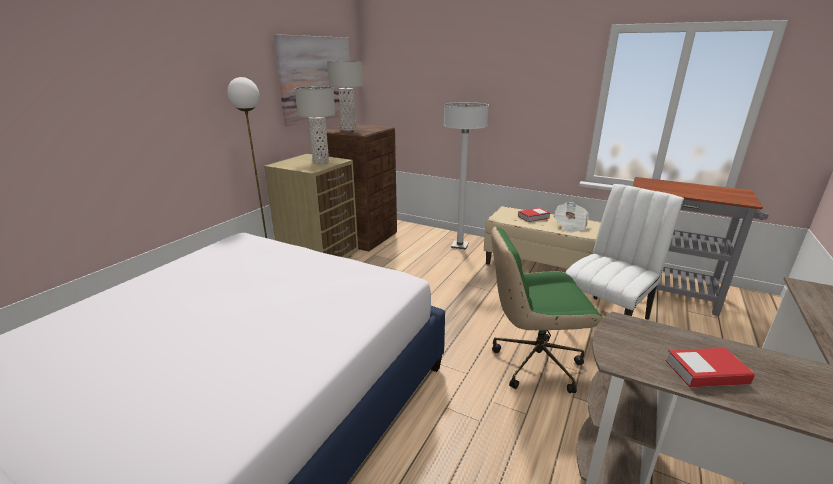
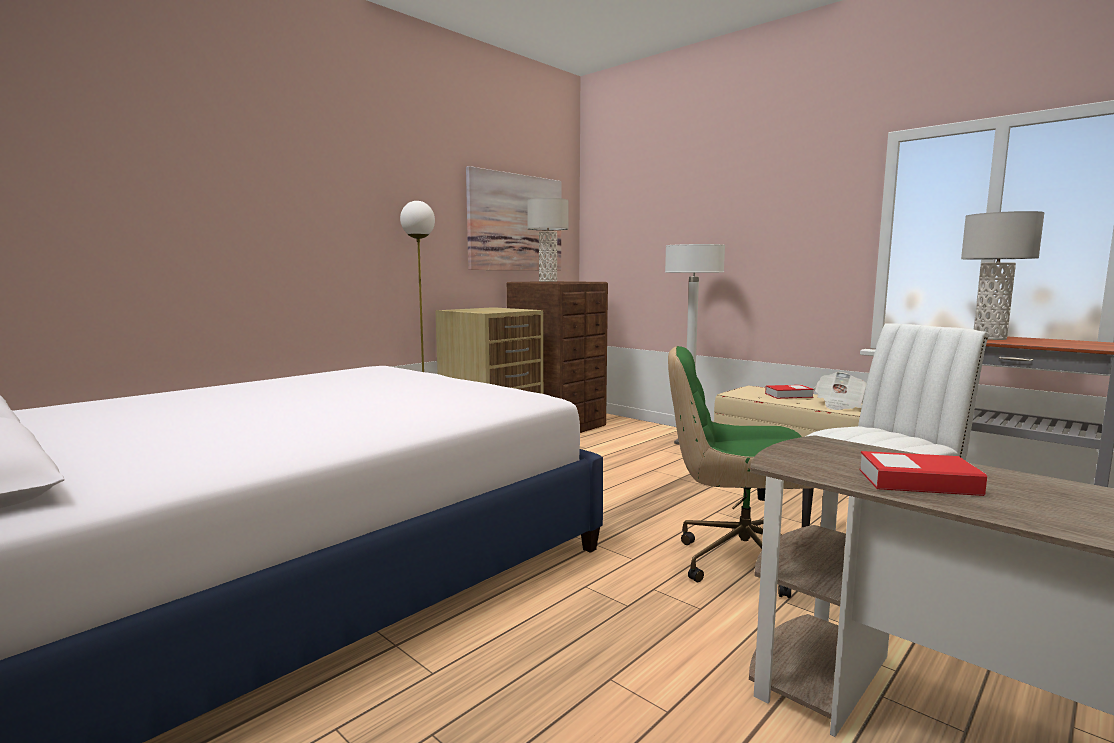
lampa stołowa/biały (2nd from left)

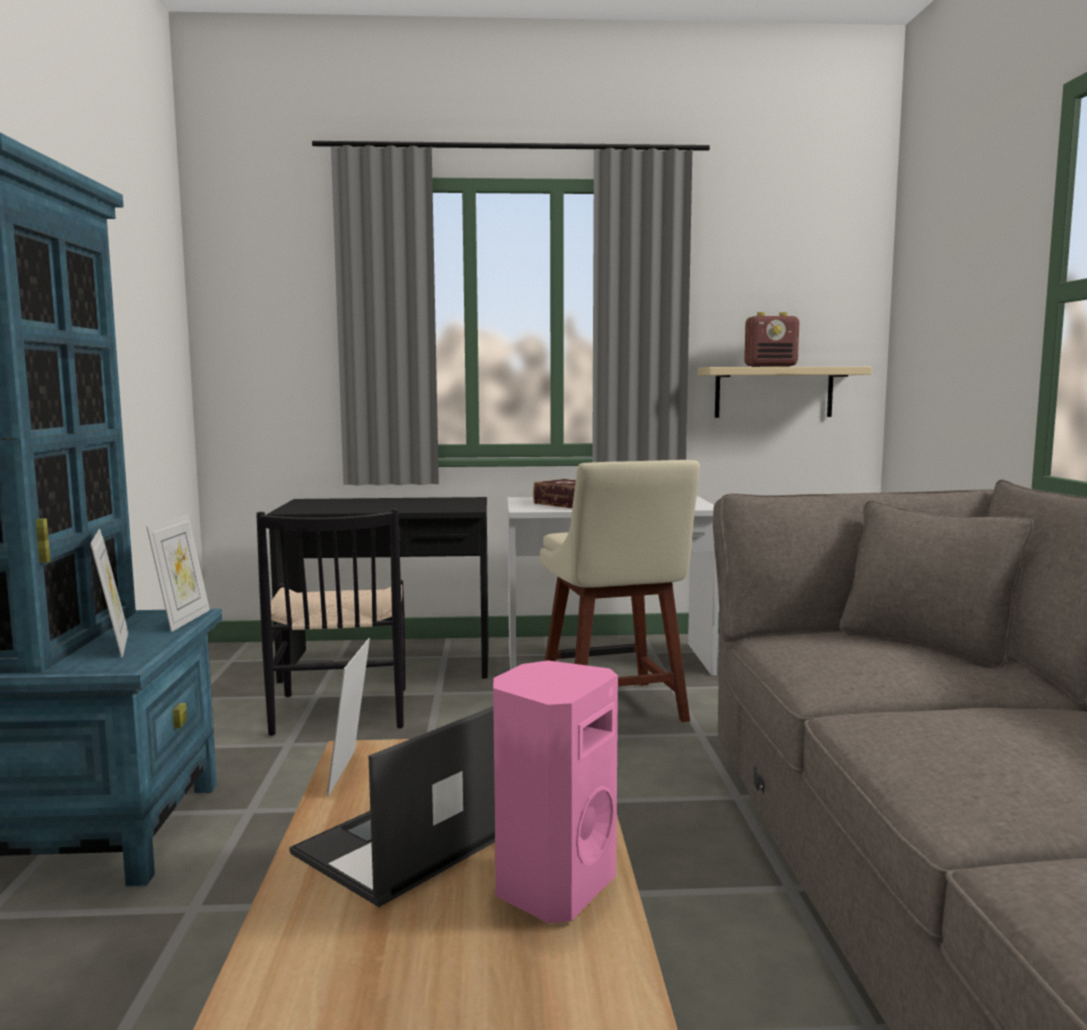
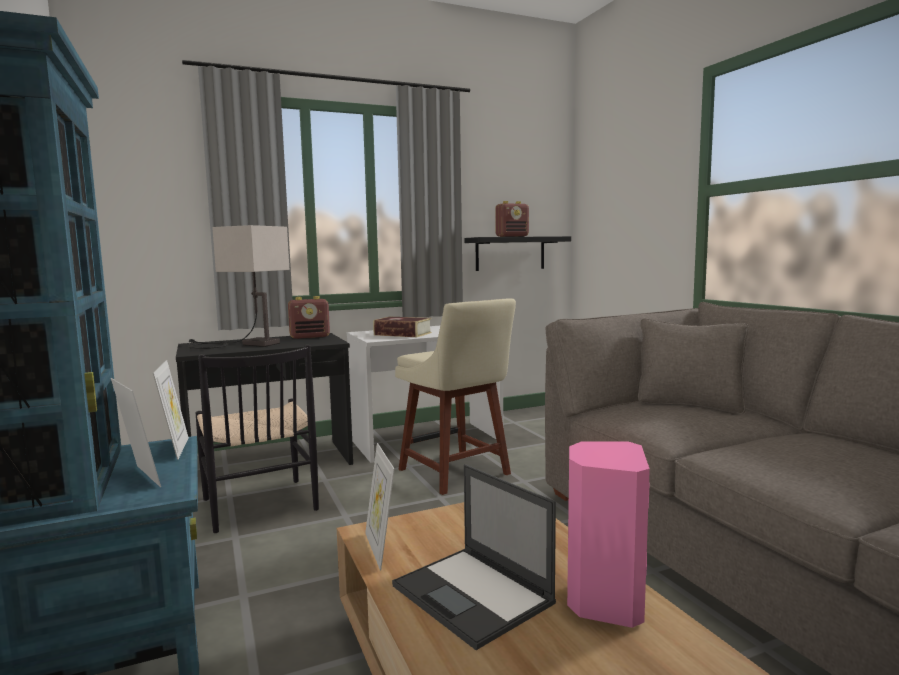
lampa stołowa
radio (1st from left)
półka/czarny
laptop

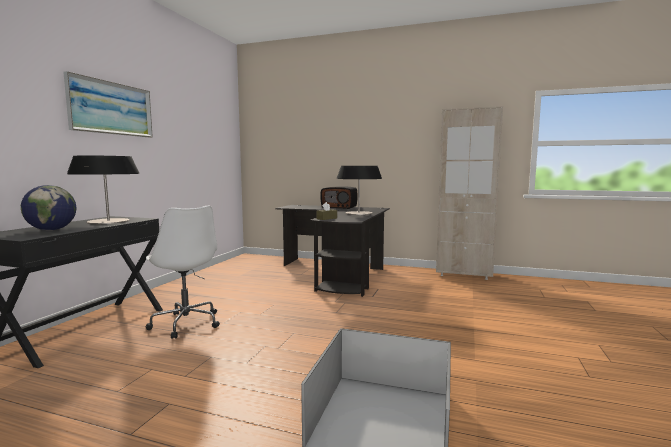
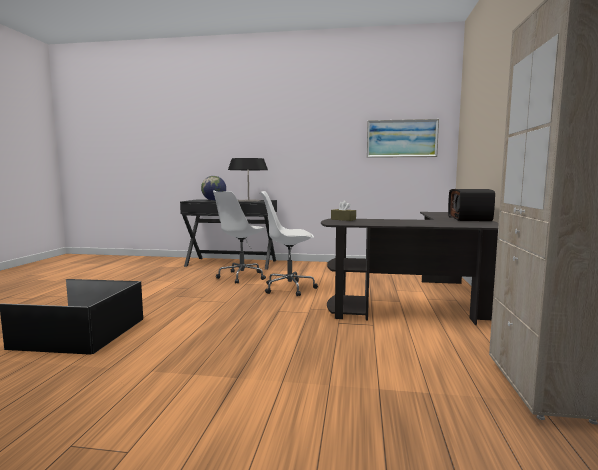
lampa stołowa (2nd from left in the first image)
krzesło biurowe/biały (2nd from left)
obraz

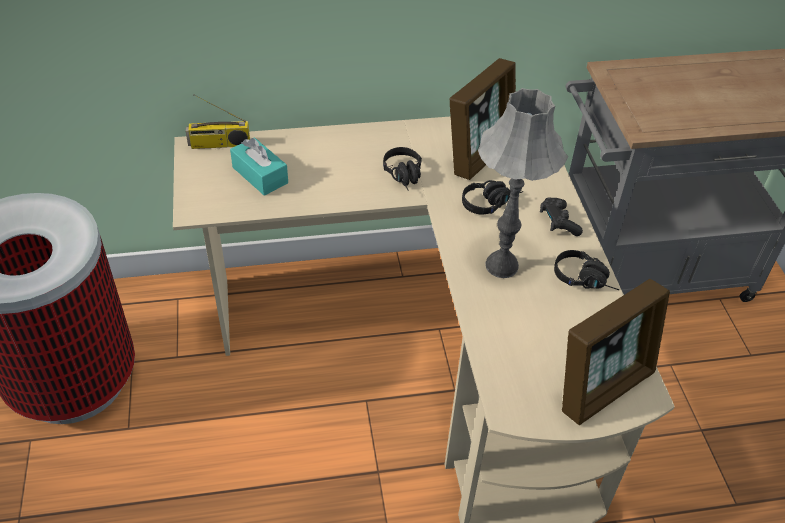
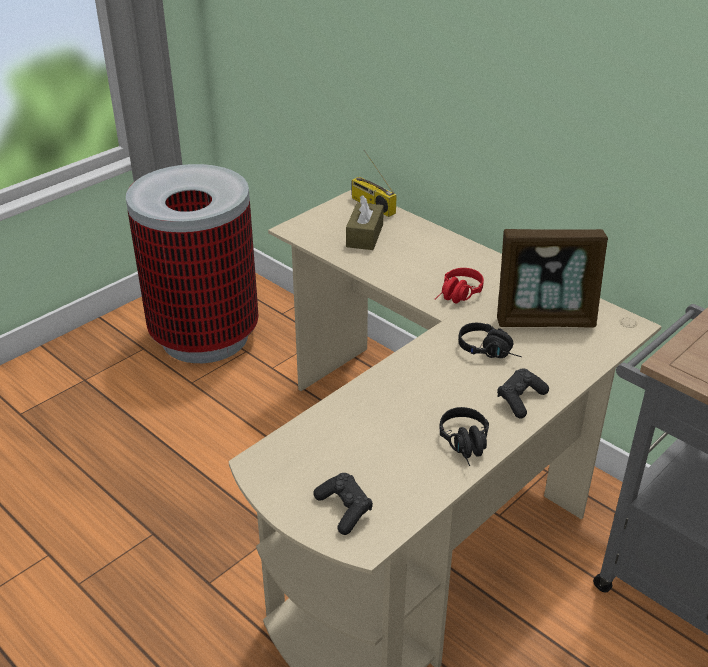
lampa stołowa/szary
pad do gier/czarny (1st from left)
pudełko chusteczek/brązowy
słuchawki/czerwony

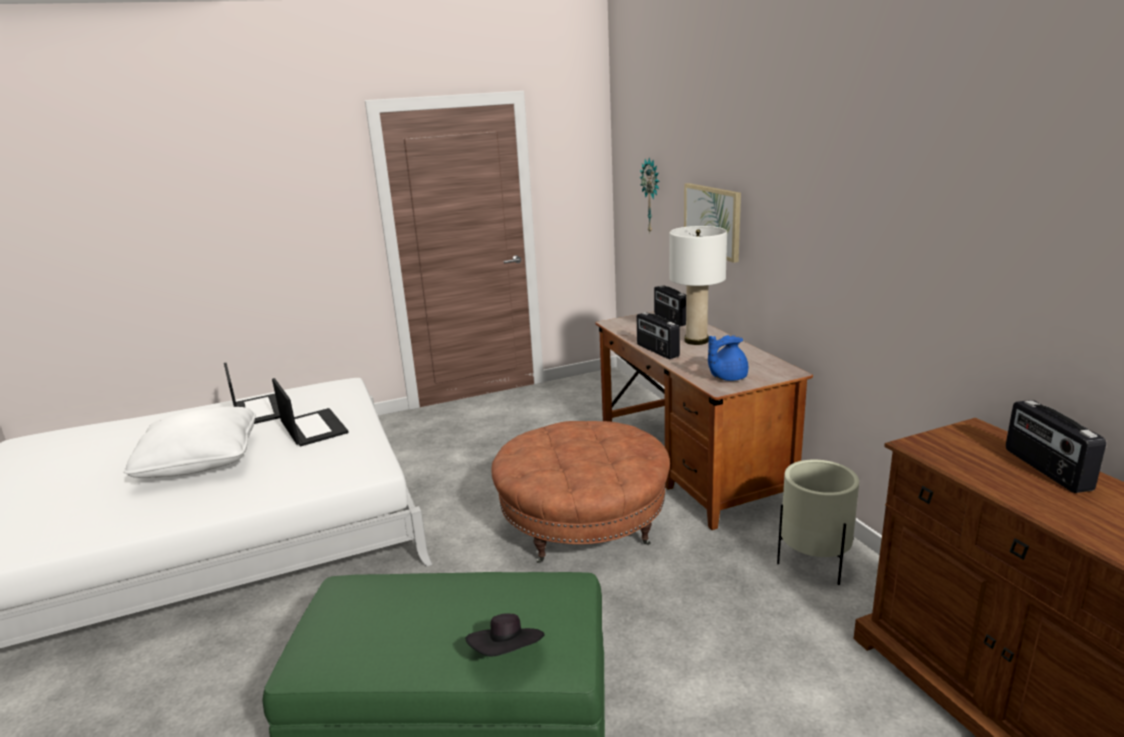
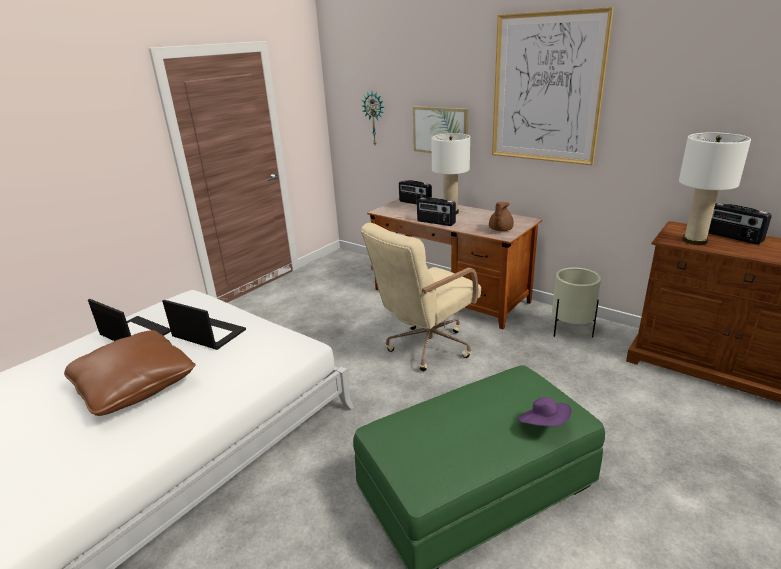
obraz (2nd from left)
lampa stołowa/biały (2nd from left)
krzesło biurowe/beżowy
poduszka/brązowy
kapelusz/fioletowy
imbryk/brązowy

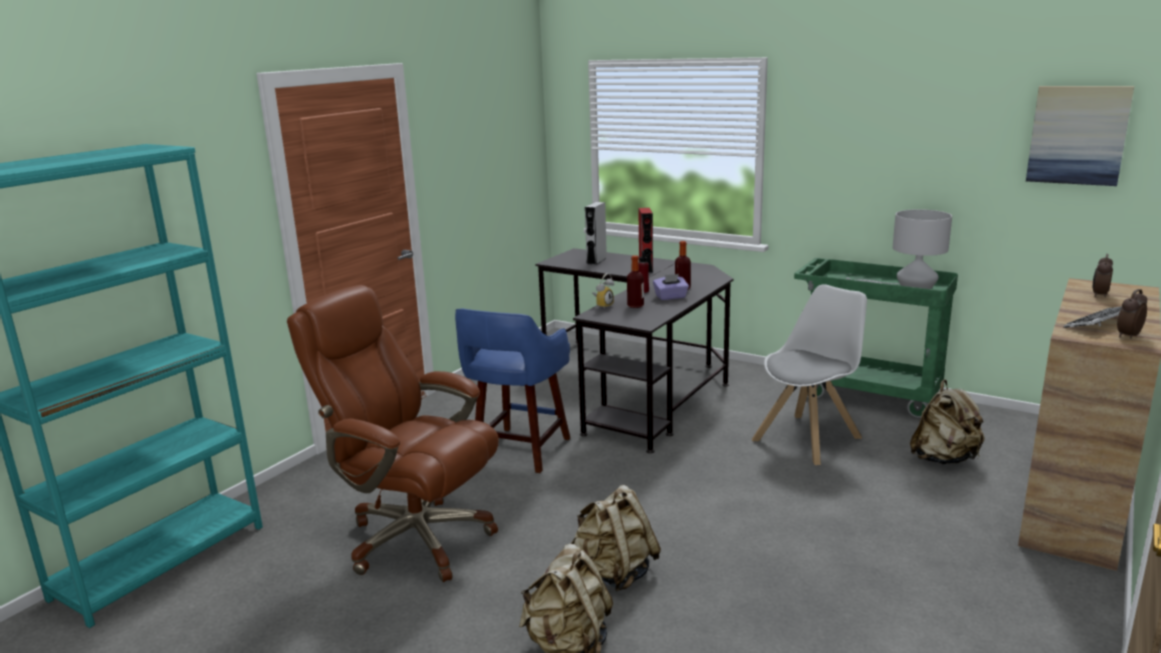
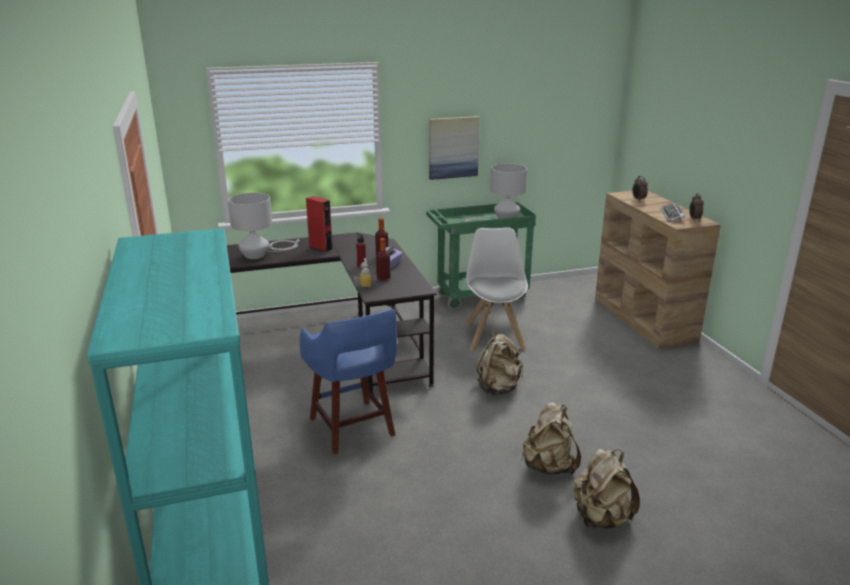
krzesło biurowe/brązowy
plecak/beżowy (1st from left)
obraz
lampa stołowa/szary (1st from left)

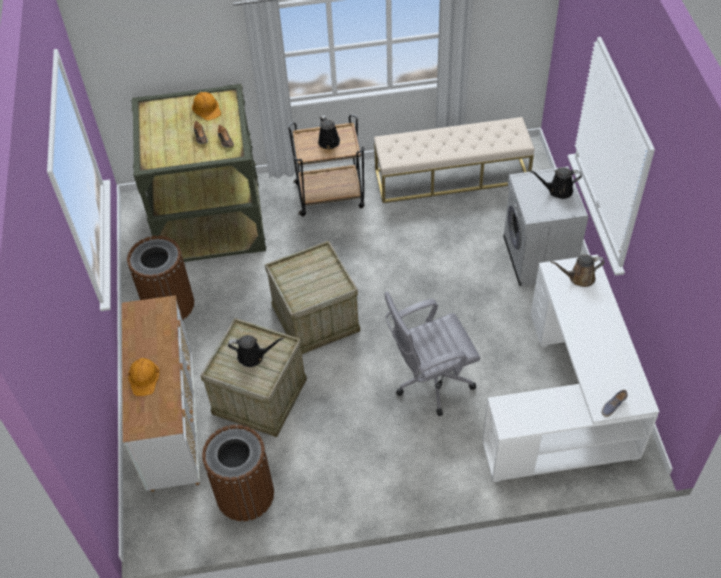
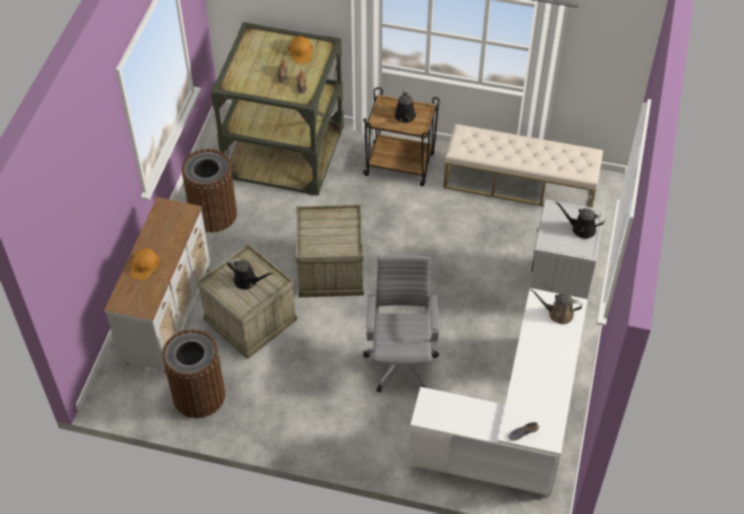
krzesło biurowe/szary

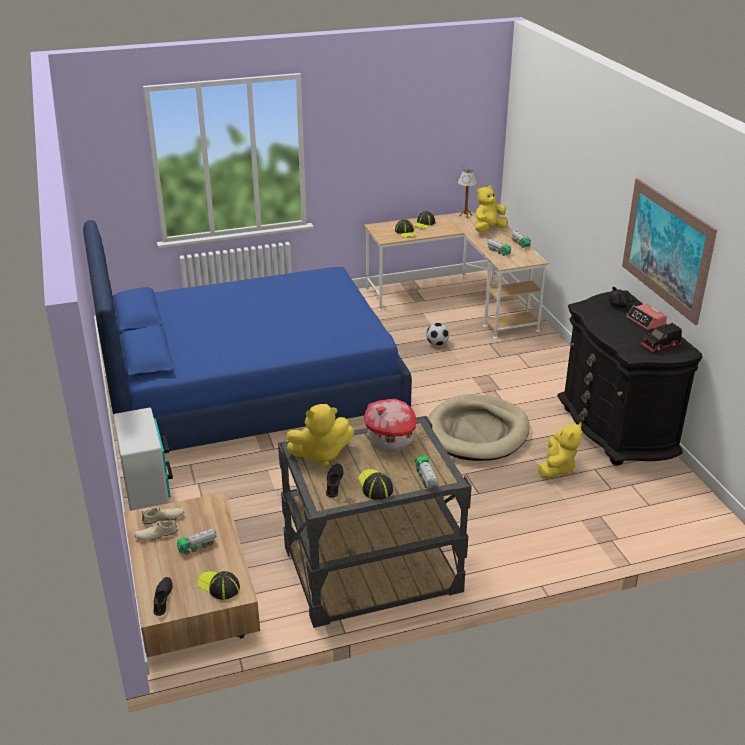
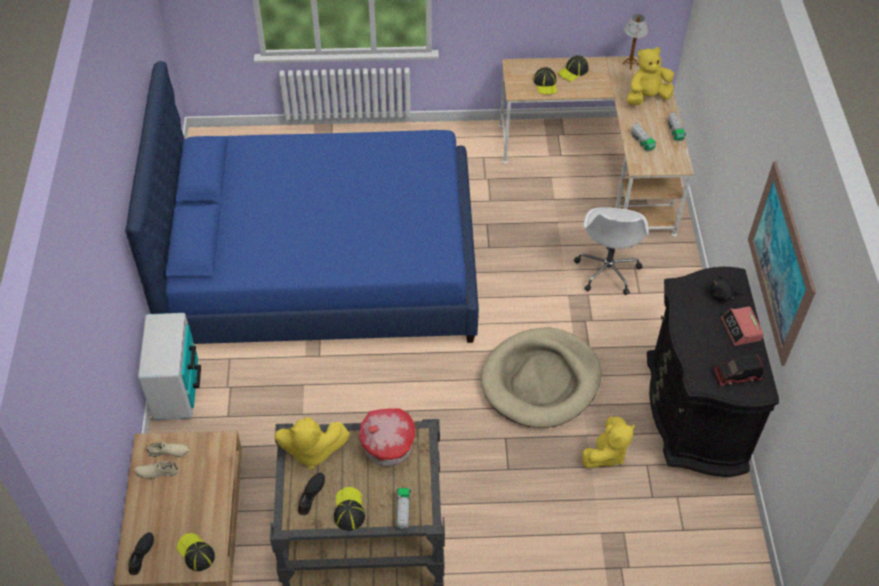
ciężarówka zabawkowa (1st from left in the first image)
piłka futbolowa
krzesło biurowe/biały

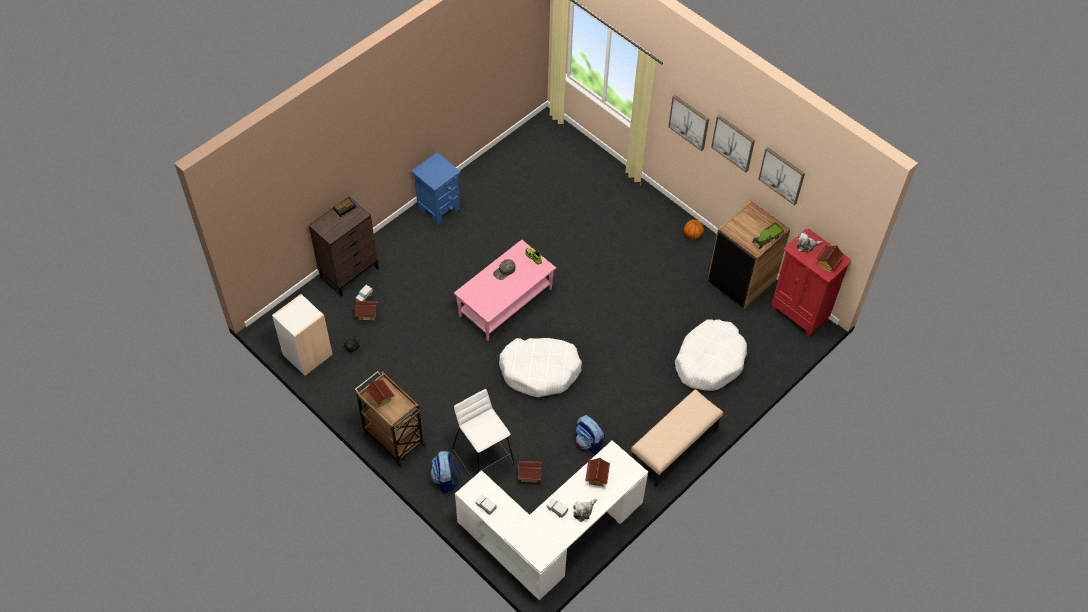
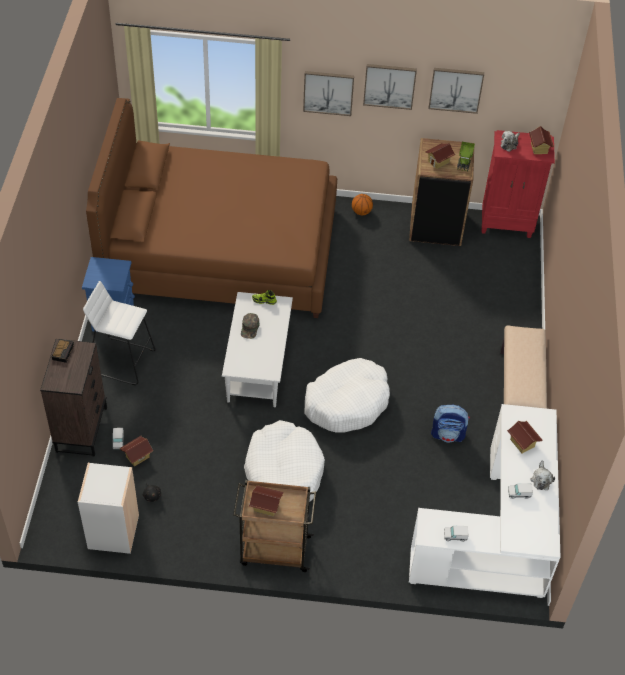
plecak (1st from left in the first image)
łóżko/brązowy
stołek/biały
domek (3rd from left)
legowisko/biały (1st from left)
ława/biały

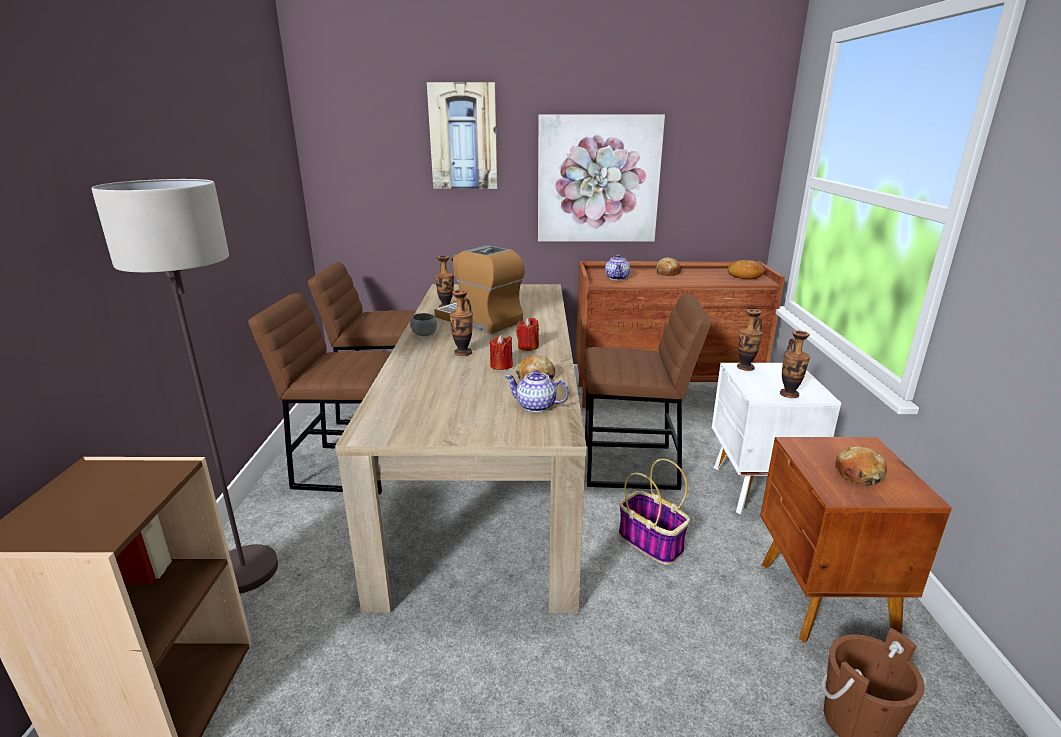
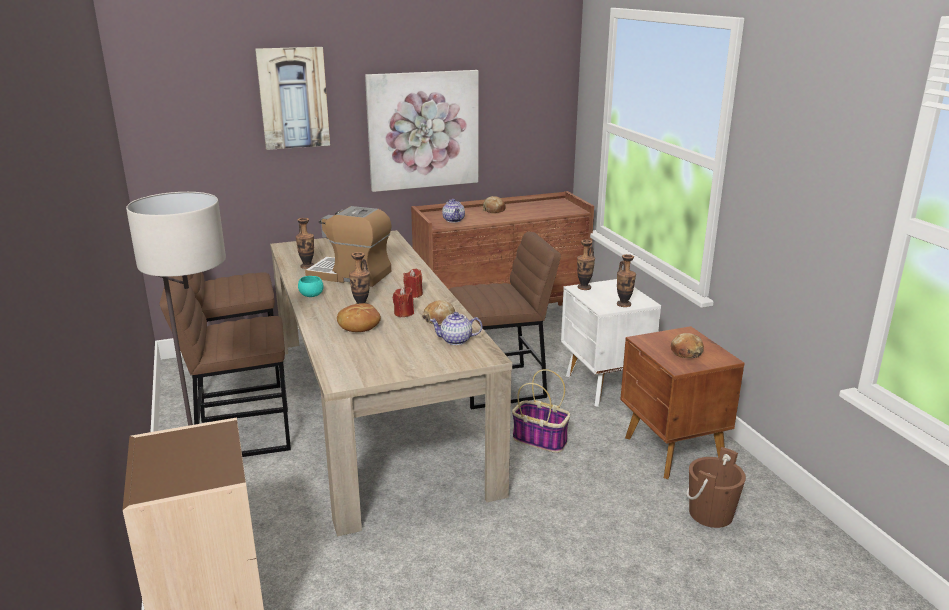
chleb (1st from left)
miska/turkusowy

